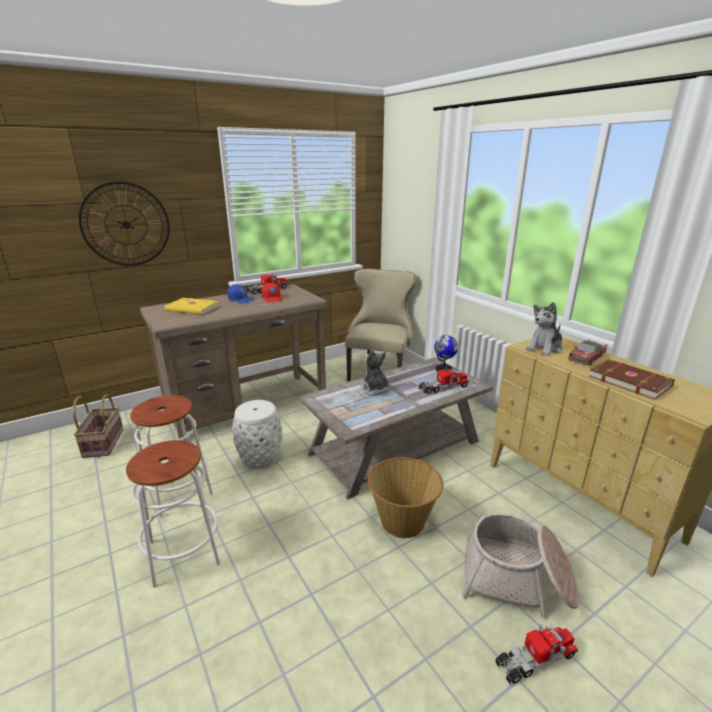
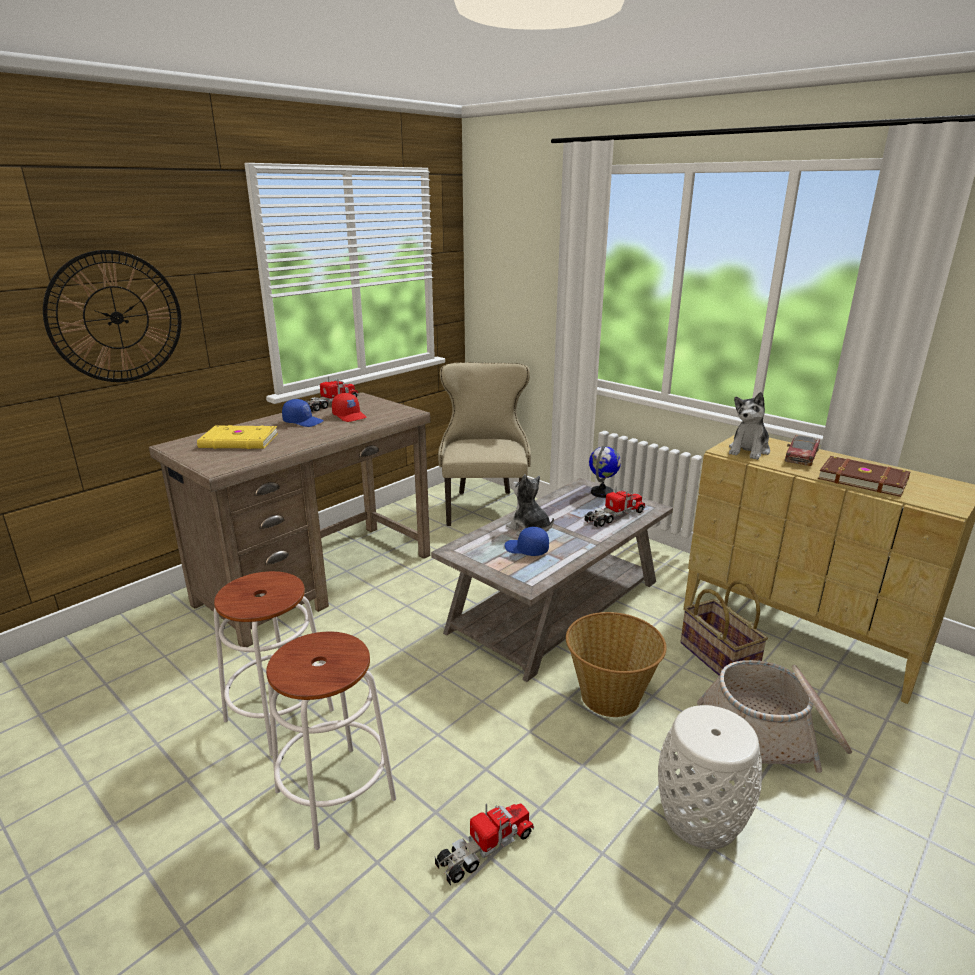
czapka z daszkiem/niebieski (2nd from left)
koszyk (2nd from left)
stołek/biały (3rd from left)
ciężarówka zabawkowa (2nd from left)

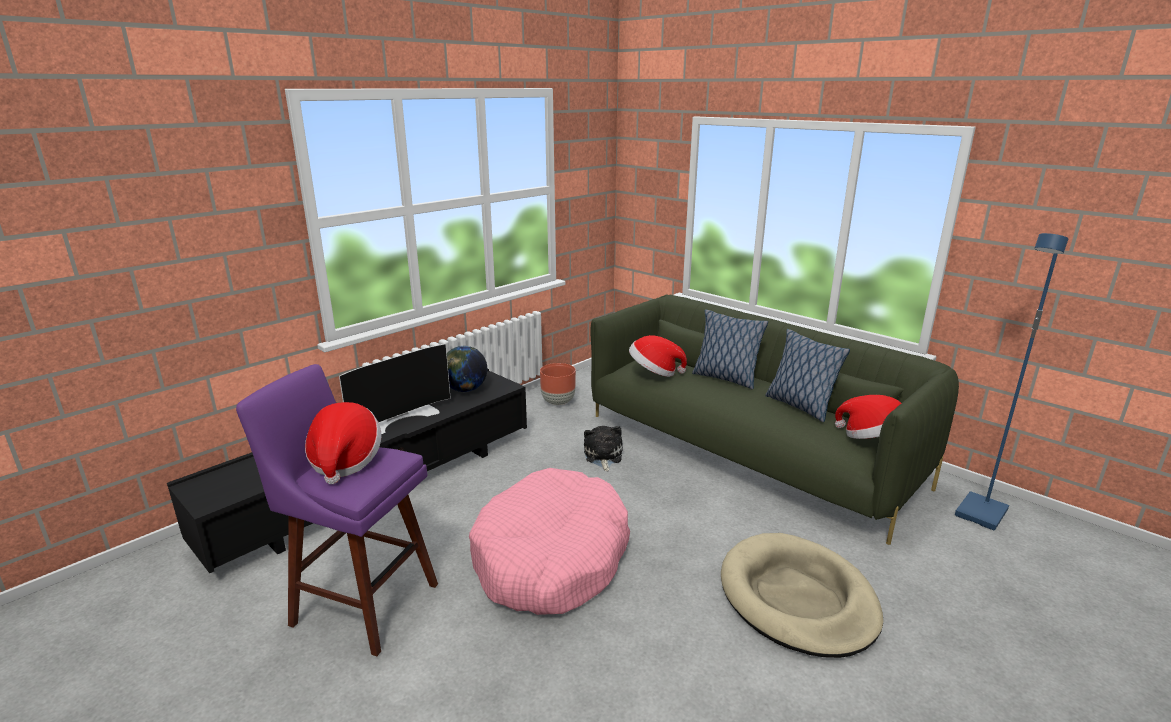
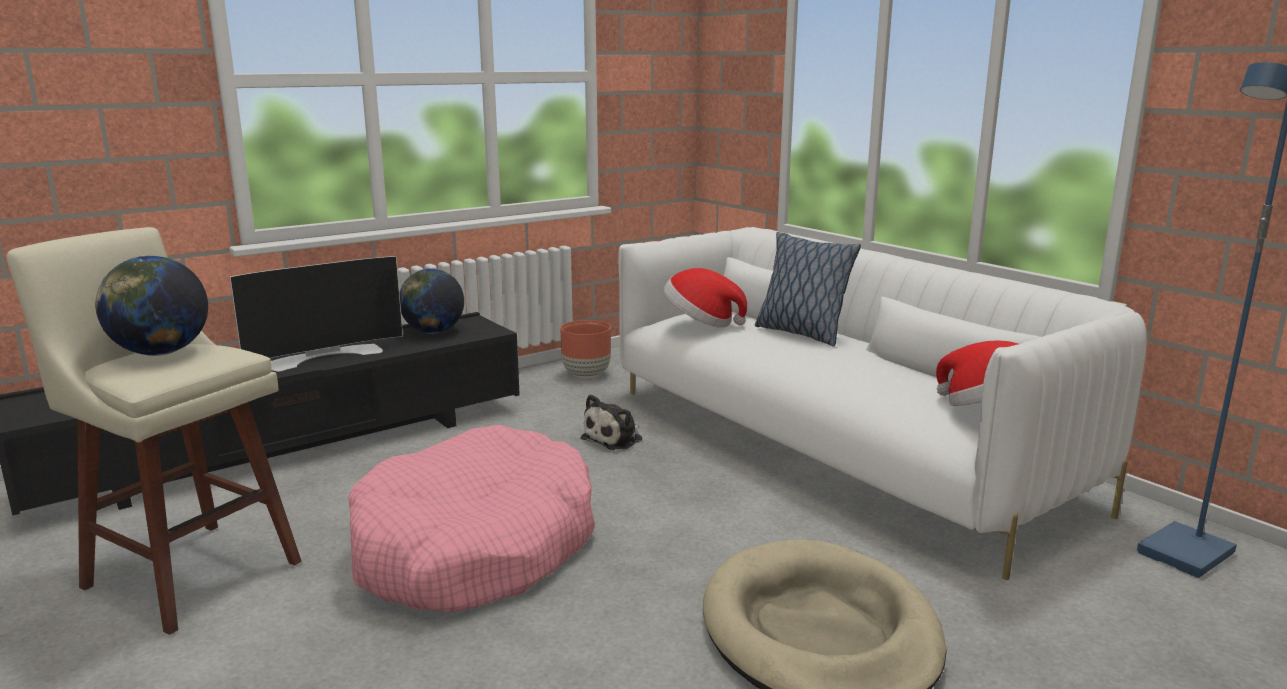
poduszka (2nd from left in the first image)
globus (1st from left)
stołek/beżowy
kanapa/biały
pluszak

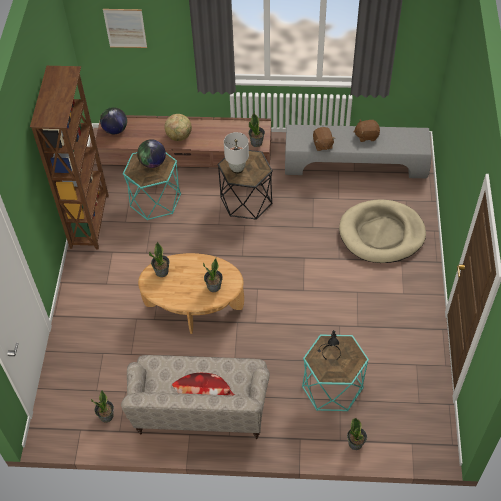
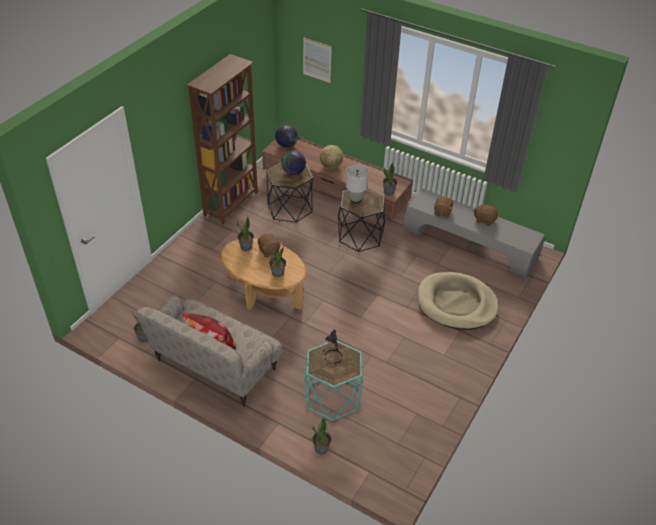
pluszak/brązowy (1st from left)
stolik/czarny (1st from left)

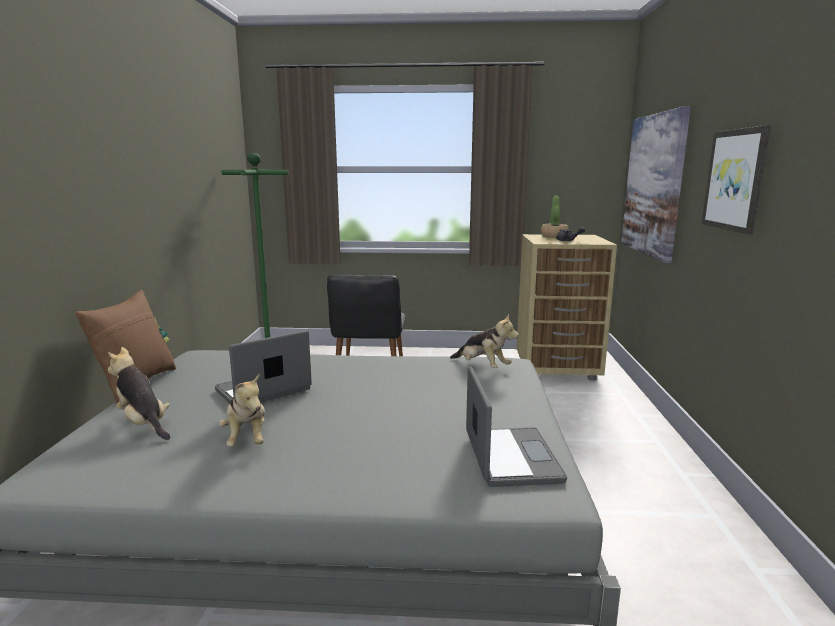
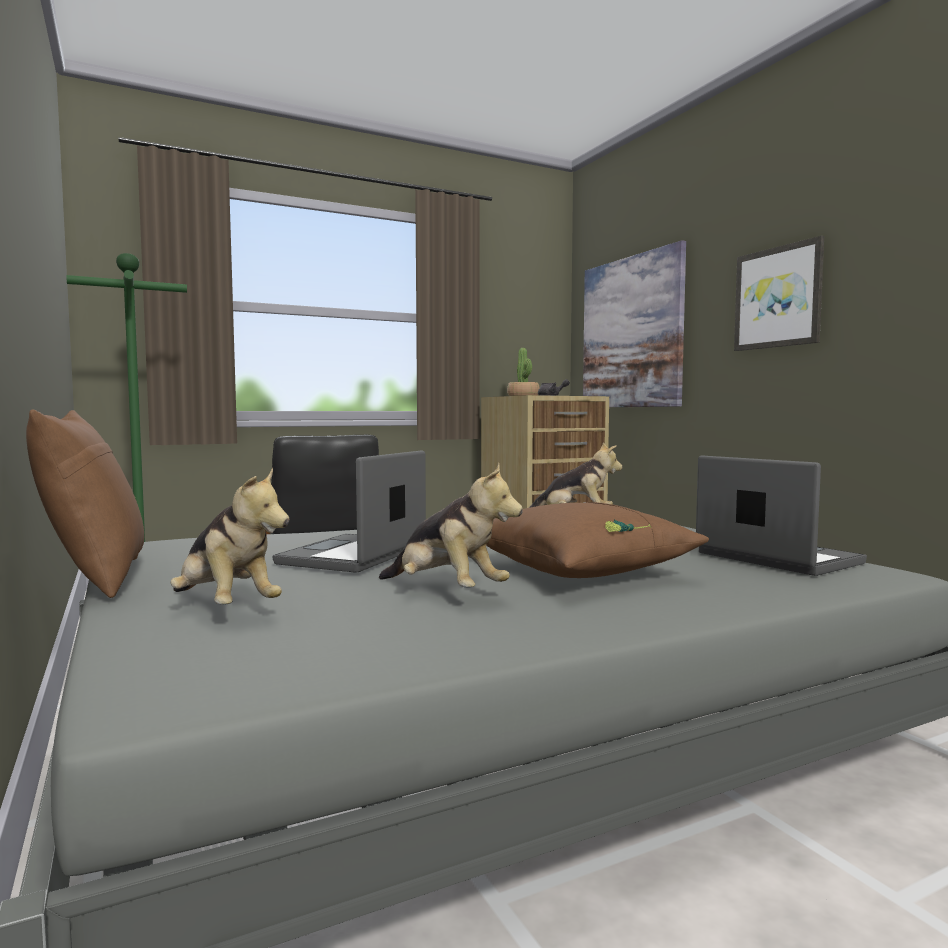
poduszka/brązowy (2nd from left)
pluszak (1st from left)

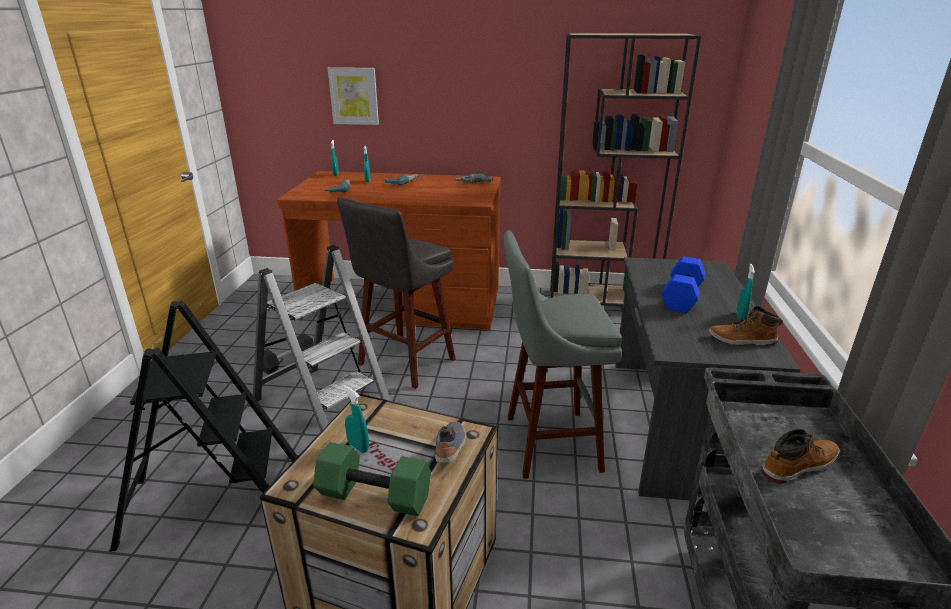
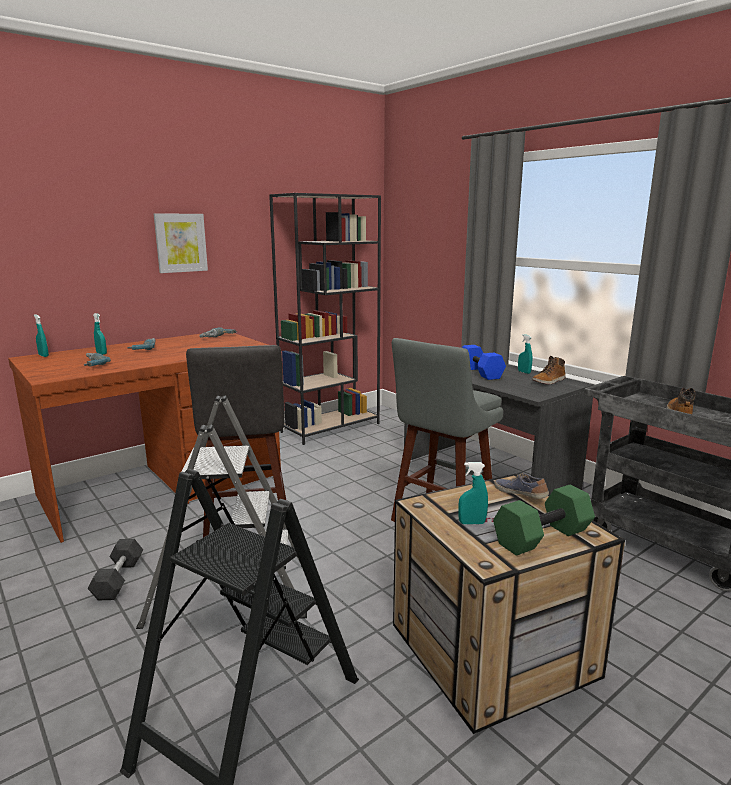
obraz

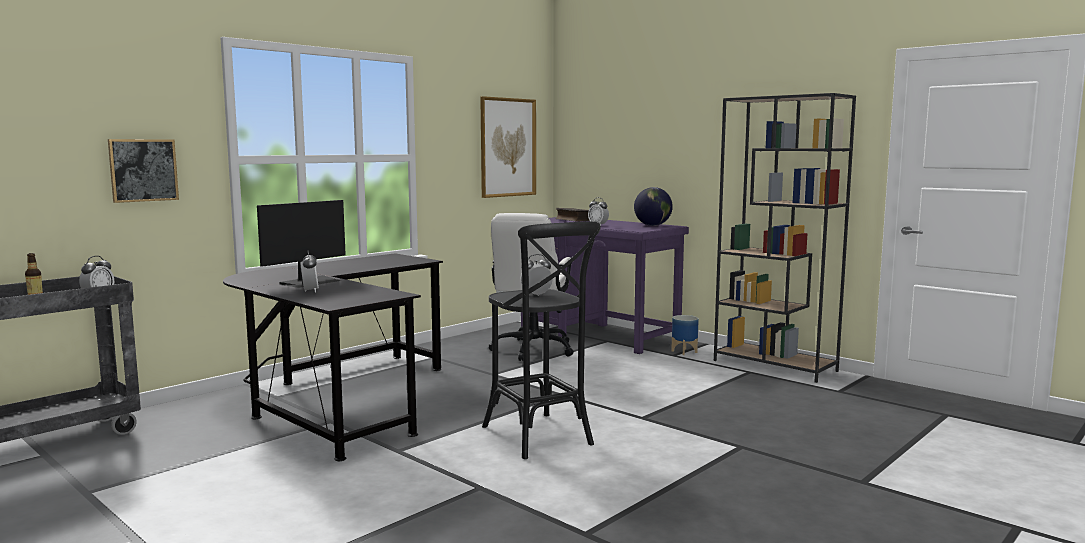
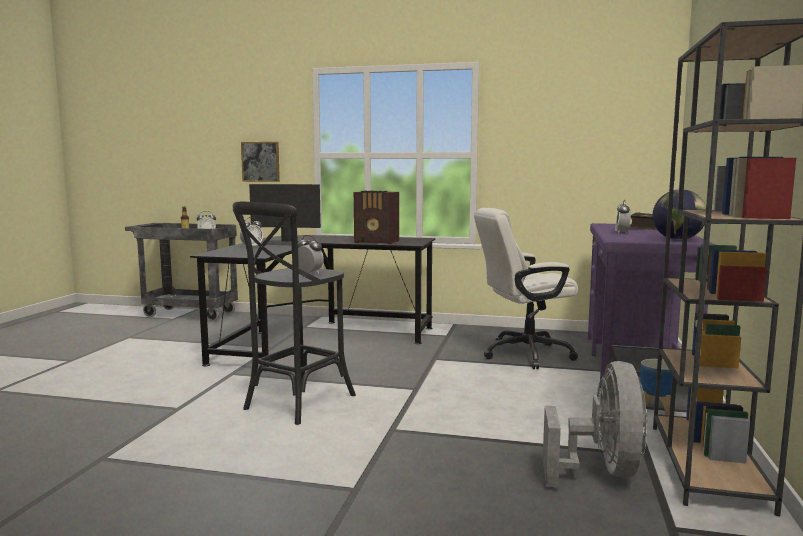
obraz (2nd from left in the first image)
radio
wentylator/szary

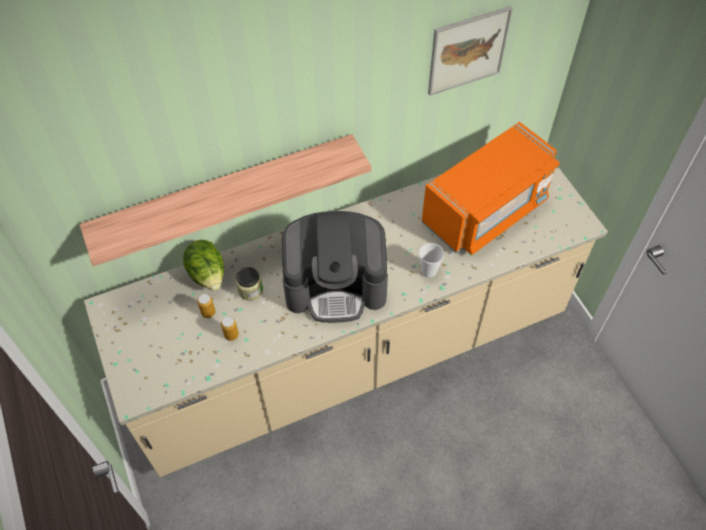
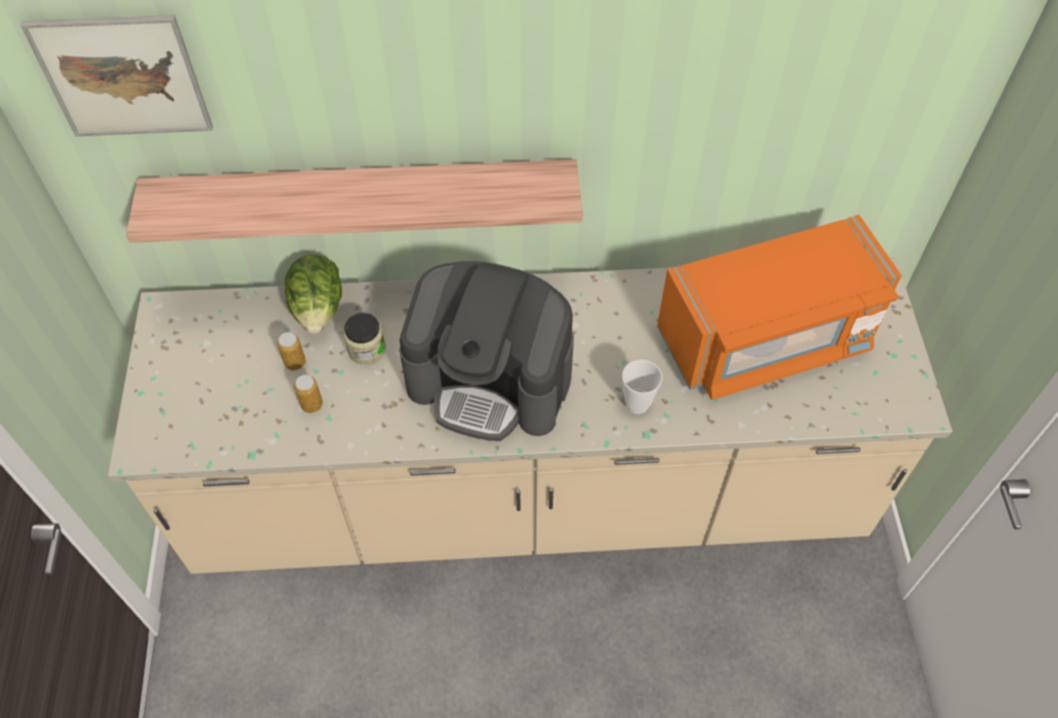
obraz

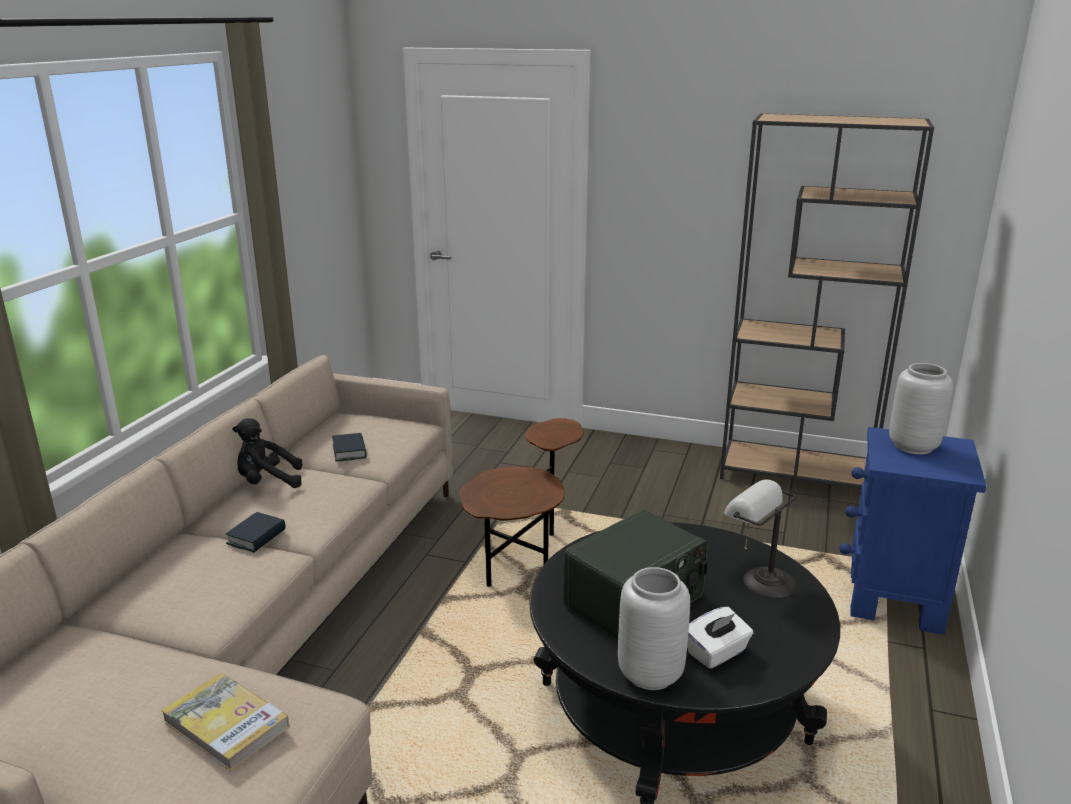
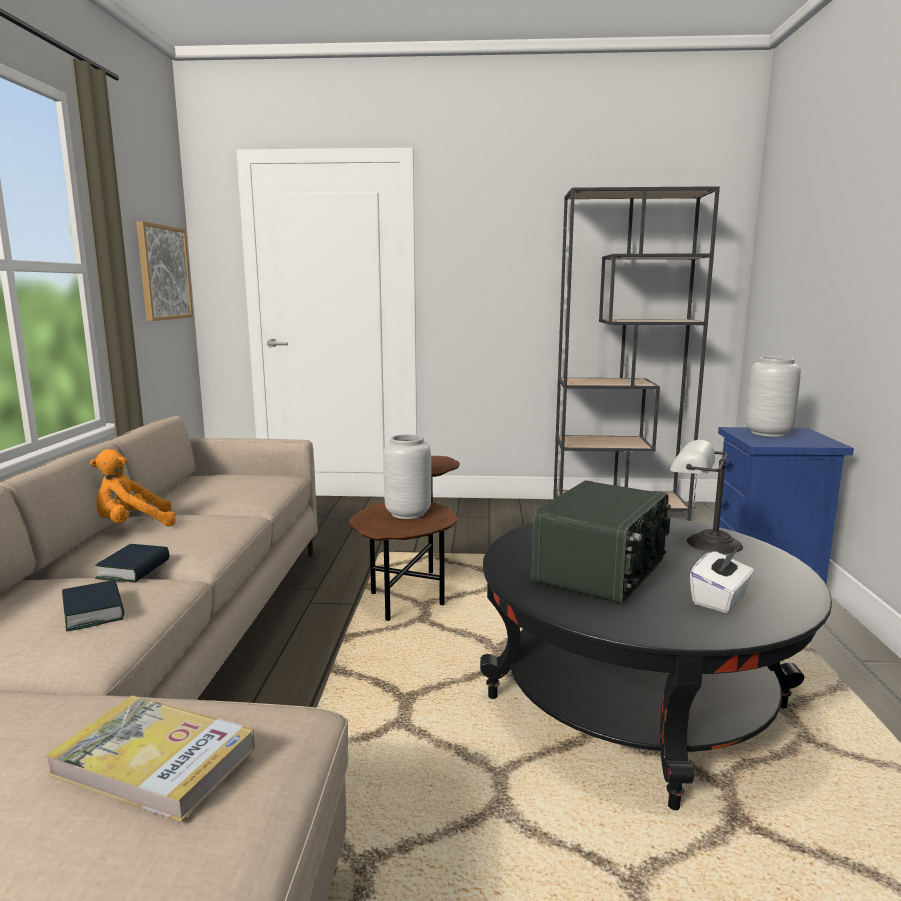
obraz
książka (1st from left)
wazon/szary (1st from left)
pluszak/pomarańczowy

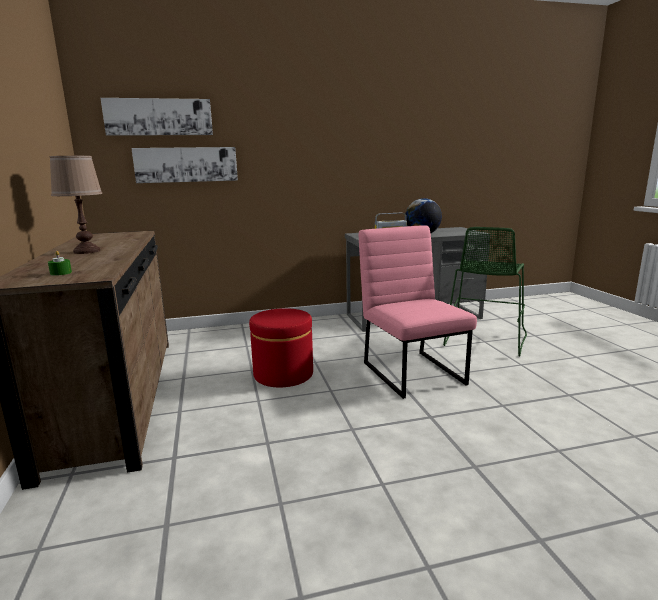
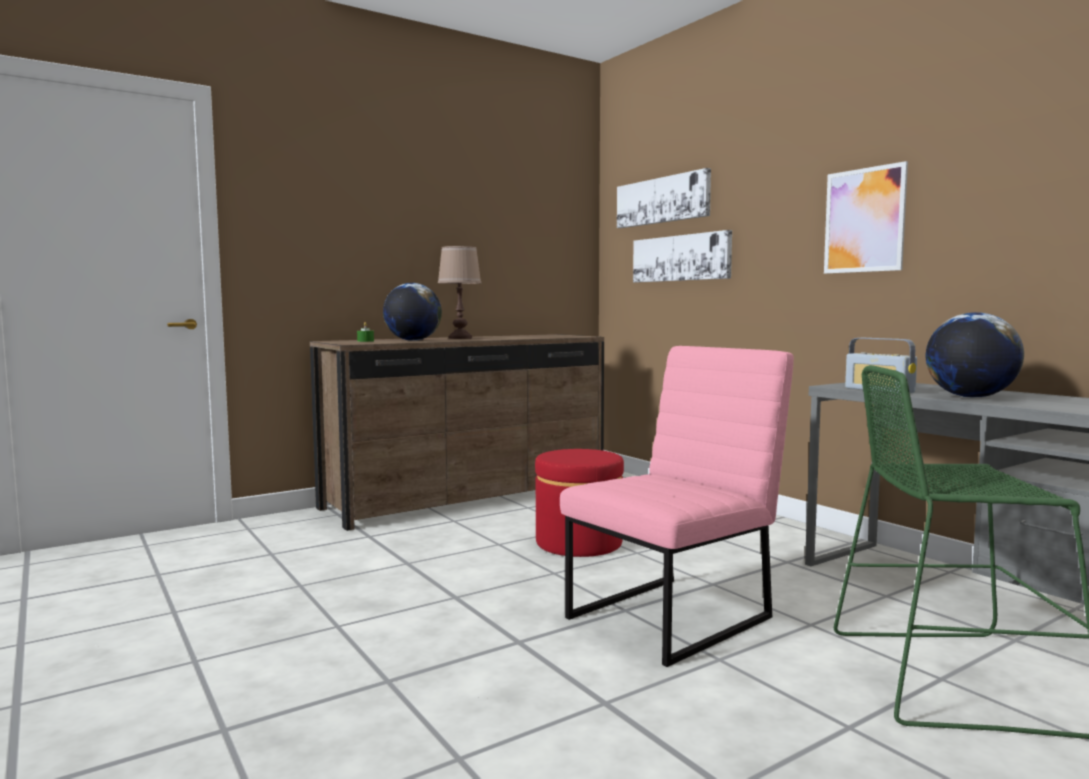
globus (1st from left)
obraz (3rd from left)

